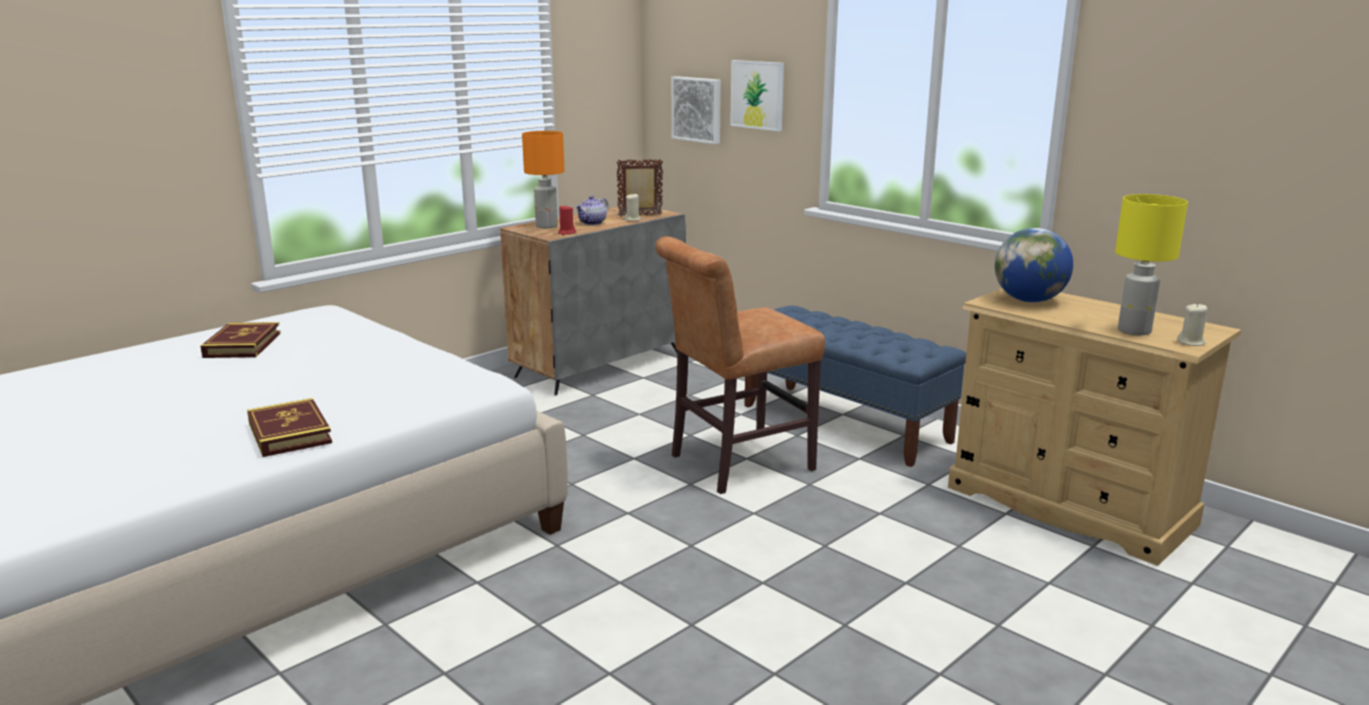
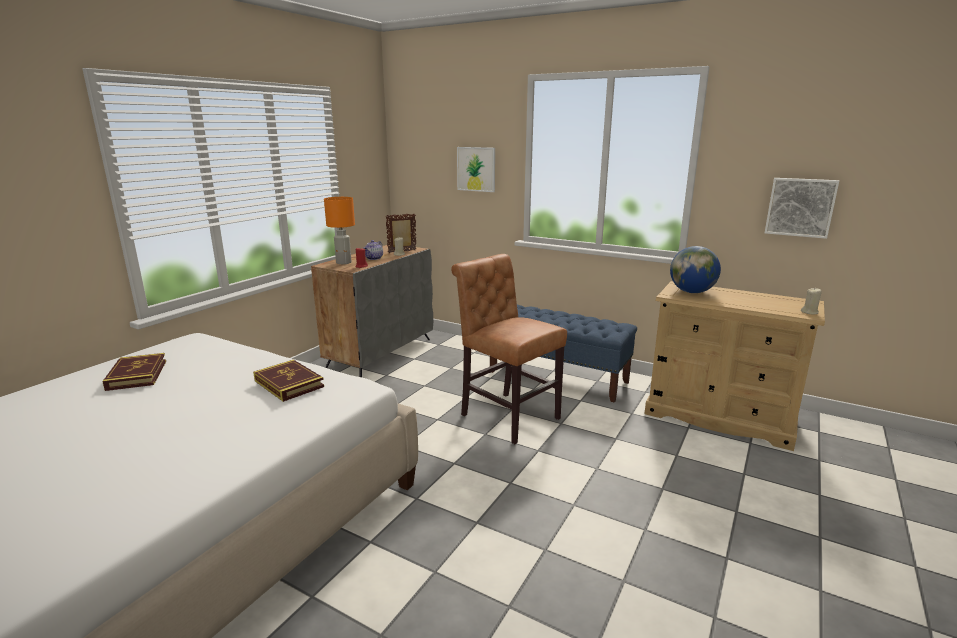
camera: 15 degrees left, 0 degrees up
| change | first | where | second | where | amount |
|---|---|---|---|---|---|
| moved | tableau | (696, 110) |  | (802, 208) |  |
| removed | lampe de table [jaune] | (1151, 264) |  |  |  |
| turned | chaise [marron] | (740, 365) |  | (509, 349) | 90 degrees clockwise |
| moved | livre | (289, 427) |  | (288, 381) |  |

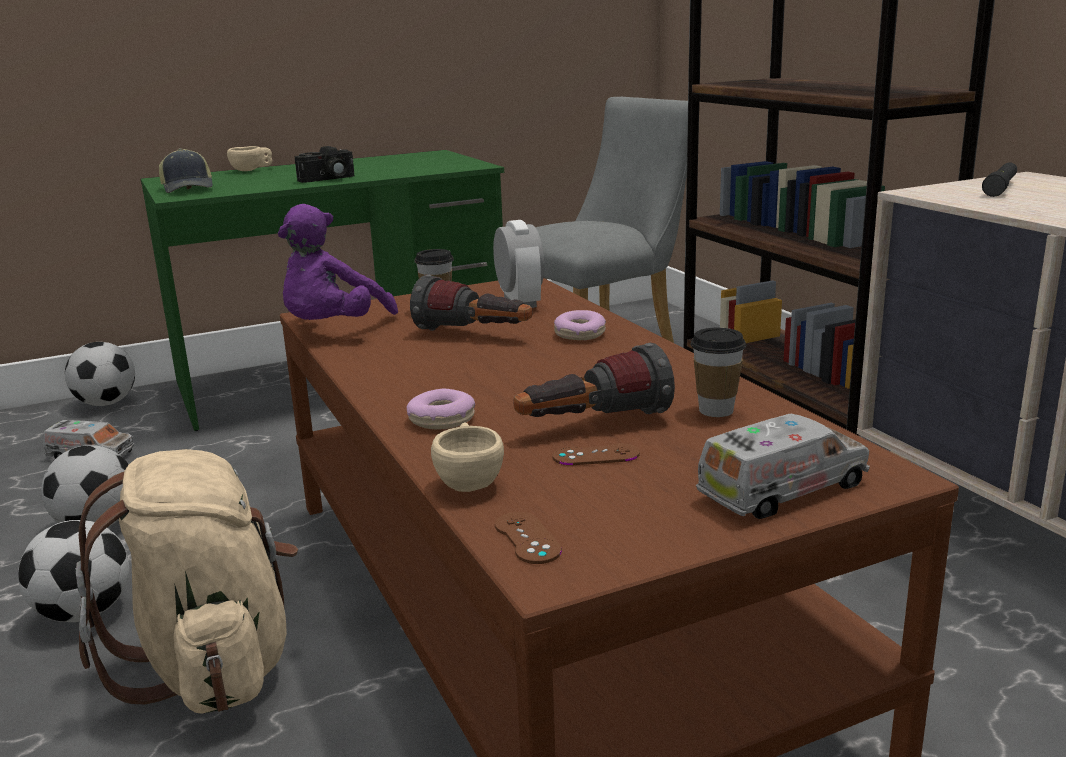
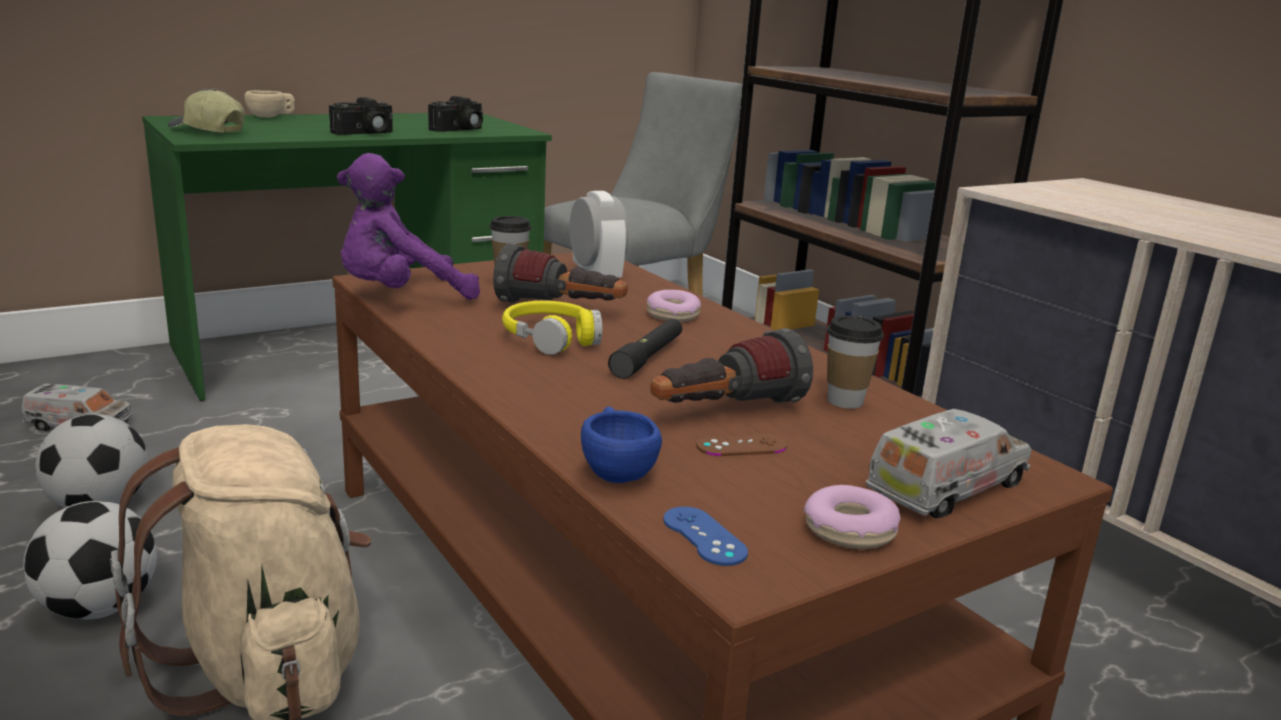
camera: 10 degrees left, 0 degrees up
| change | first | where | second | where | amount |
|---|---|---|---|---|---|
| turned | casquette | (186, 170) |  | (206, 111) | 150 degrees clockwise |
| moved | lampe de poche [noir] | (999, 179) |  | (645, 349) |  |
| turned | peluche [violet] | (338, 262) |  | (408, 226) | 45 degrees clockwise |
| removed | ballon de foot | (100, 374) |  |  |  |
| moved | beignet | (440, 409) |  | (852, 517) |  |
| recoloured | tasse [beige] | (467, 457) | tasse [bleu] | (621, 444) |  |
| recoloured | manette [marron] | (528, 538) | manette [bleu] | (705, 536) |  |
| added |  |  | appareil photo | (455, 114) |  |
| added |  |  | casque audio [jaune] | (552, 328) |  |

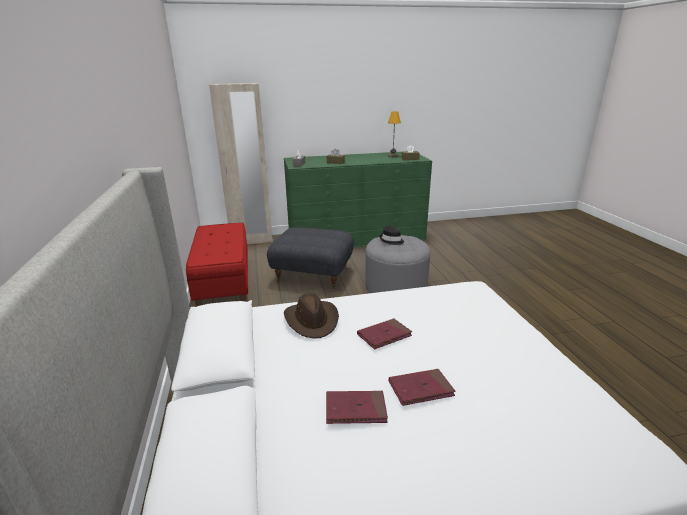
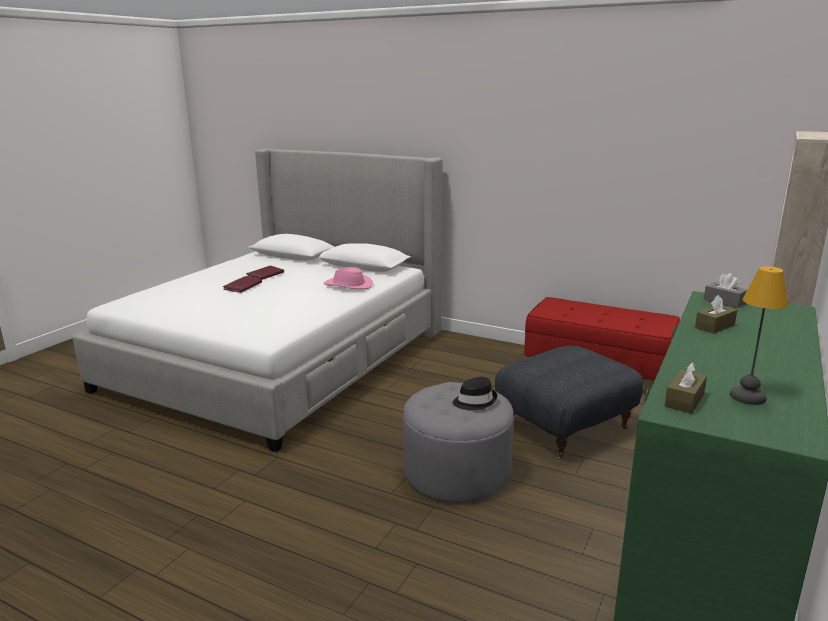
camera: 130 degrees right, 5 degrees down
| change | first | where | second | where | amount |
|---|---|---|---|---|---|
| recoloured | chapeau [marron] | (311, 315) | chapeau [rose] | (348, 278) |  |
| removed | livre [rouge] | (384, 333) |  |  |  |

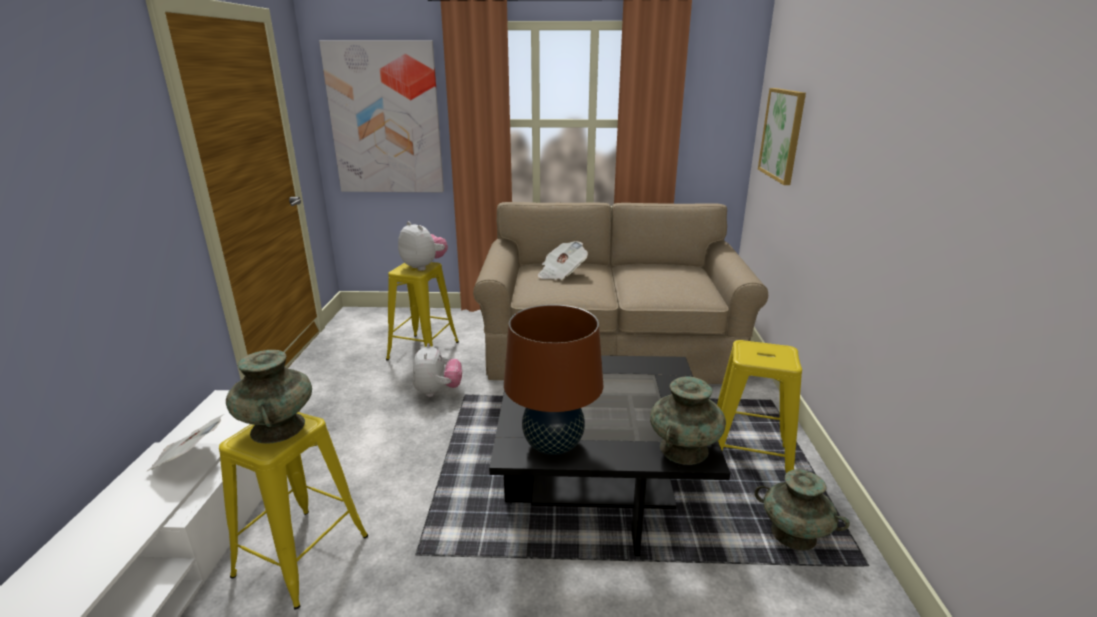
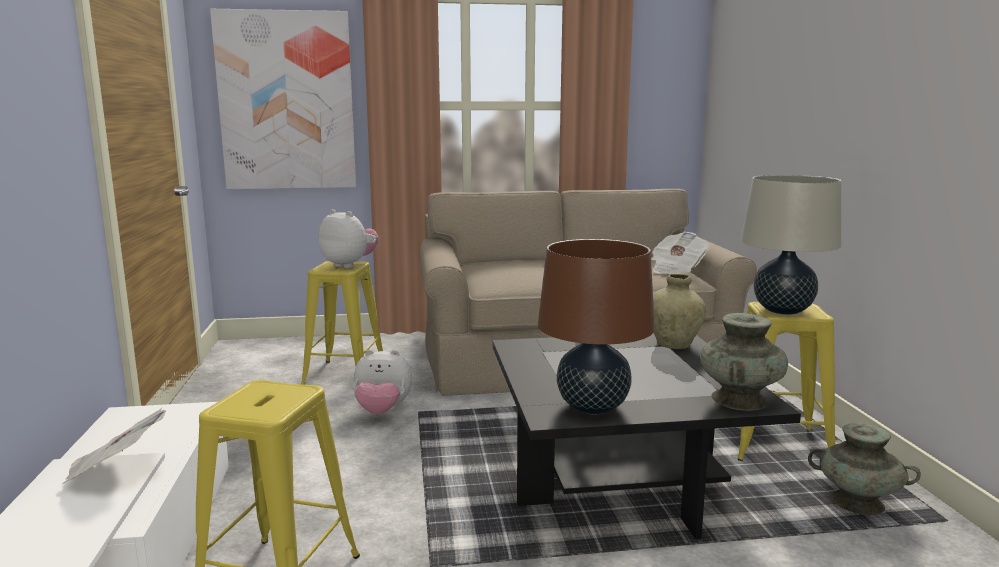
camera: 10 degrees left, 10 degrees down
| change | first | where | second | where | amount |
|---|---|---|---|---|---|
| removed | tableau | (782, 136) |  |  |  |
| moved | journal | (562, 260) |  | (680, 253) |  |
| turned | peluche | (437, 370) |  | (382, 382) | 105 degrees clockwise |
| removed | vase [turquoise] | (269, 397) |  |  |  |
| added |  |  | lampe de table [beige] | (791, 245) |  |
| added |  |  | vase [beige] | (679, 311) |  |

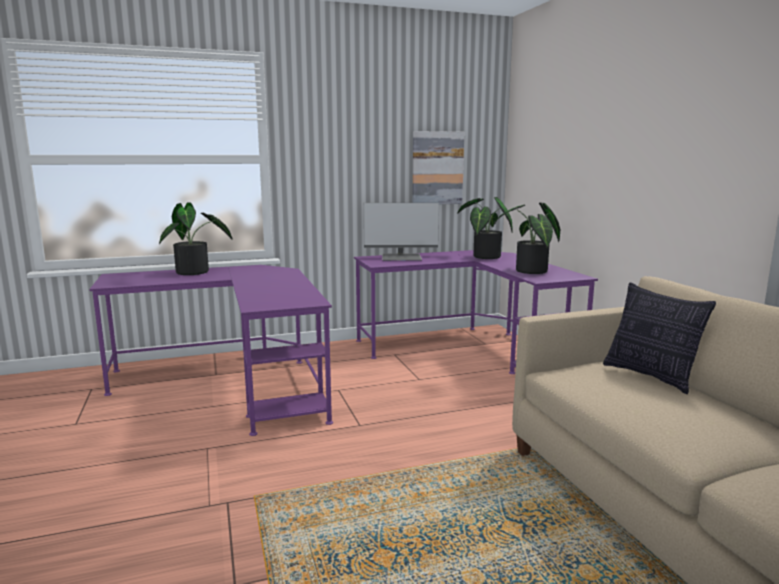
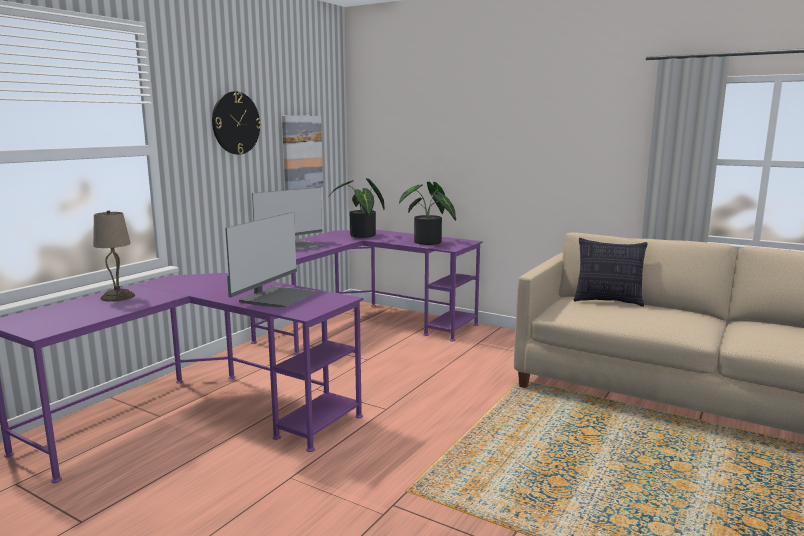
camera: 40 degrees left, 0 degrees up
| change | first | where | second | where | amount |
|---|---|---|---|---|---|
| replaced | plante en pot | (196, 239) | lampe de table [beige] | (114, 256) |  |
| added |  |  | horloge murale | (236, 123) |  |
| added |  |  | écran d'ordinateur | (271, 259) |  |

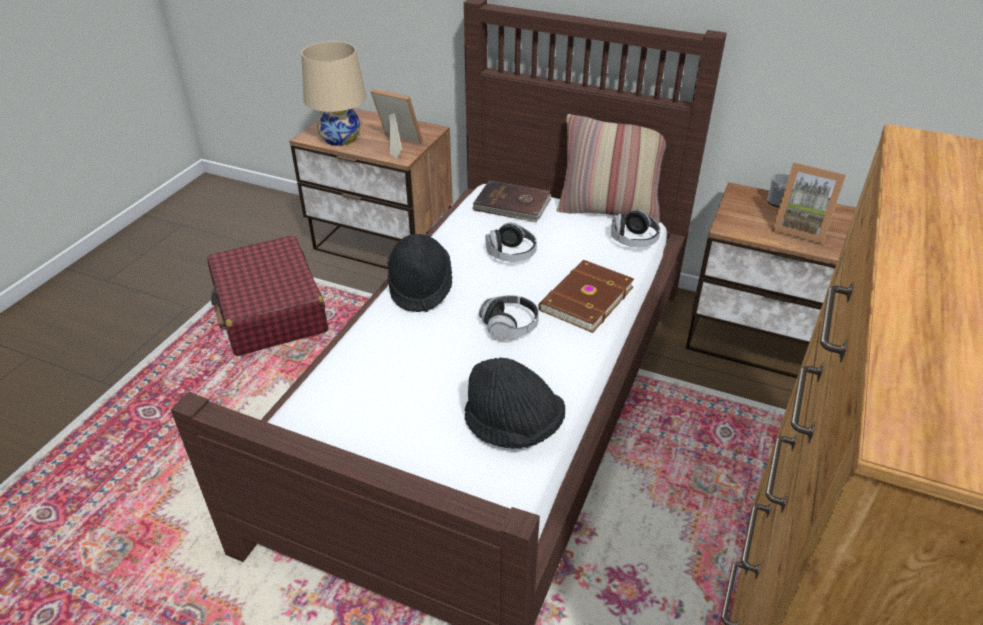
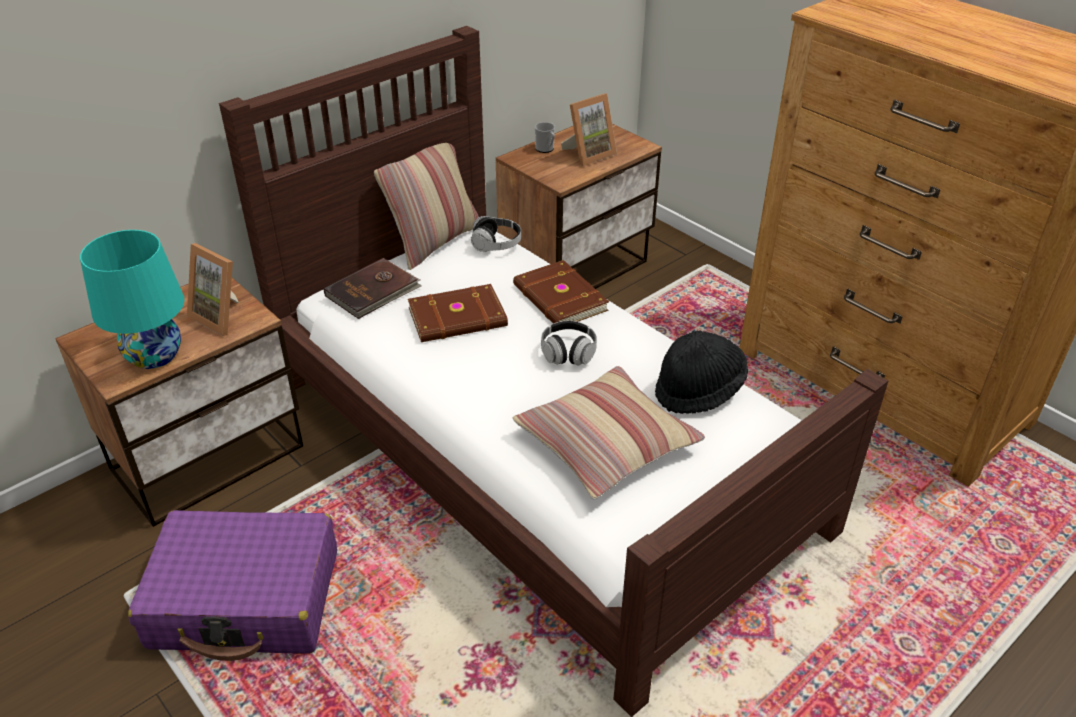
camera: 65 degrees left, 0 degrees up
| change | first | where | second | where | amount |
|---|---|---|---|---|---|
| recoloured | lampe de table [beige] | (333, 93) | lampe de table [turquoise] | (132, 299) |  |
| turned | cadre photo | (397, 124) |  | (213, 289) | 105 degrees counterclockwise |
| replaced | casque audio | (511, 242) | livre [marron] | (458, 313) |  |
| removed | chapeau [noir] | (420, 273) |  |  |  |
| recoloured | valise [rouge] | (267, 295) | valise [violet] | (232, 585) |  |
| added |  |  | coussin | (608, 432) |  |

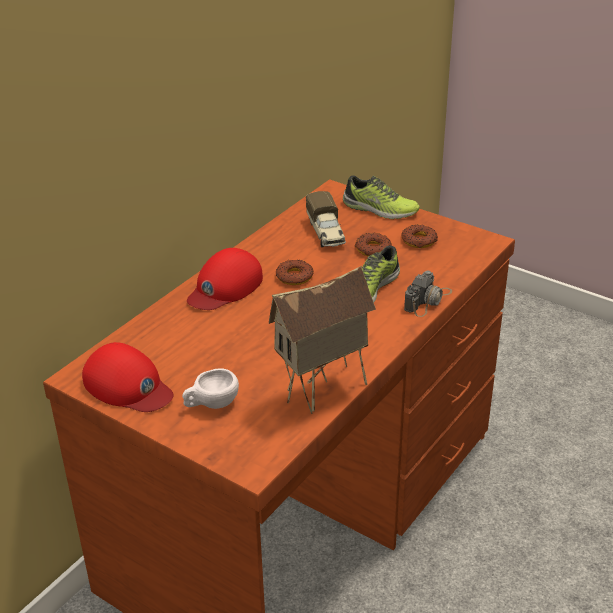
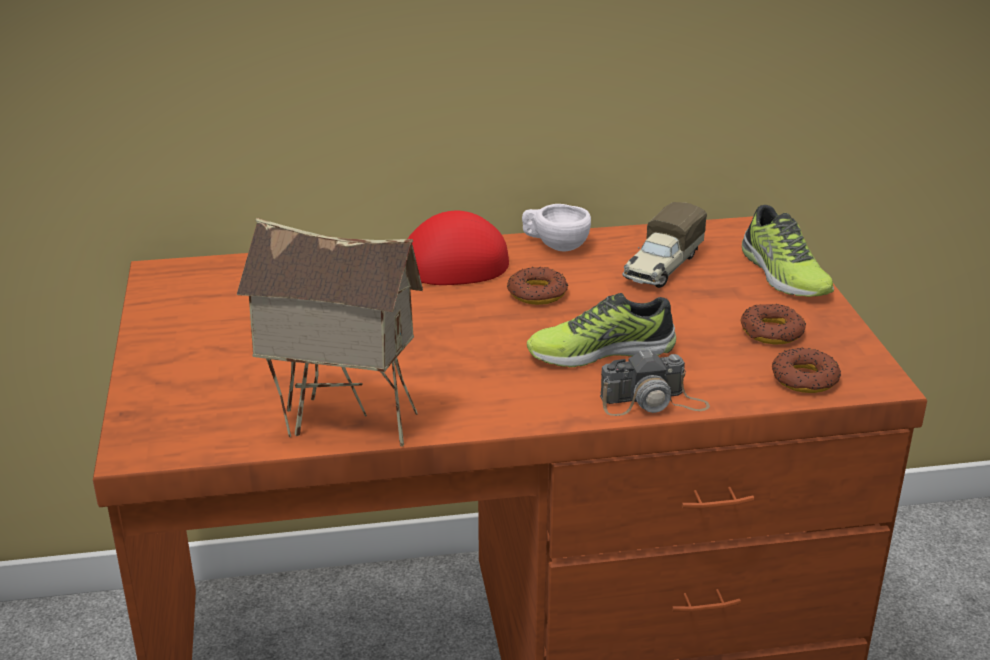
camera: 45 degrees right, 5 degrees down
| change | first | where | second | where | amount |
|---|---|---|---|---|---|
| moved | beignet | (373, 244) |  | (806, 370) |  |
| removed | casquette [rouge] | (128, 377) |  |  |  |
| moved | tasse [blanc] | (210, 388) |  | (556, 228) |  |

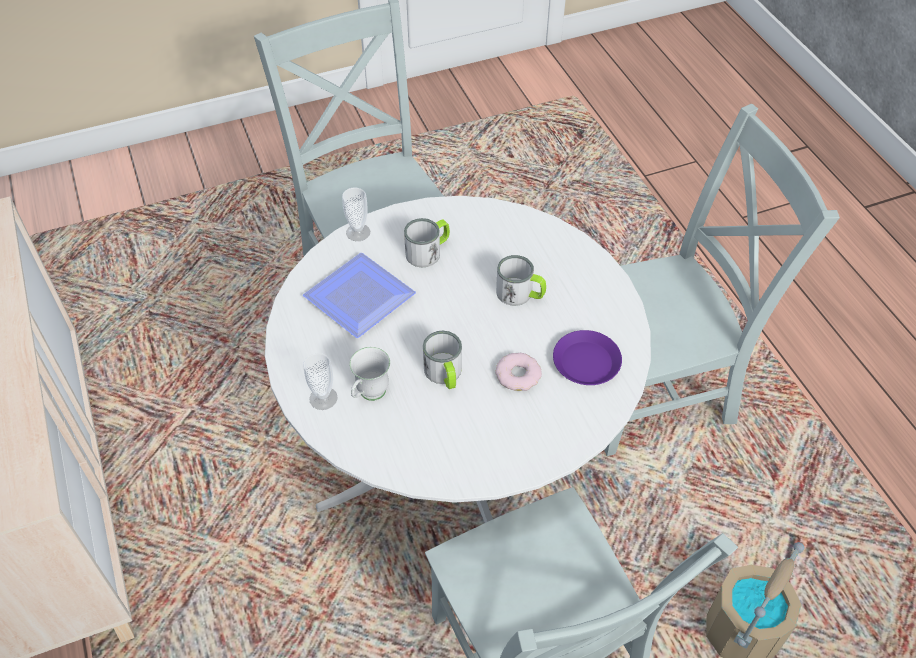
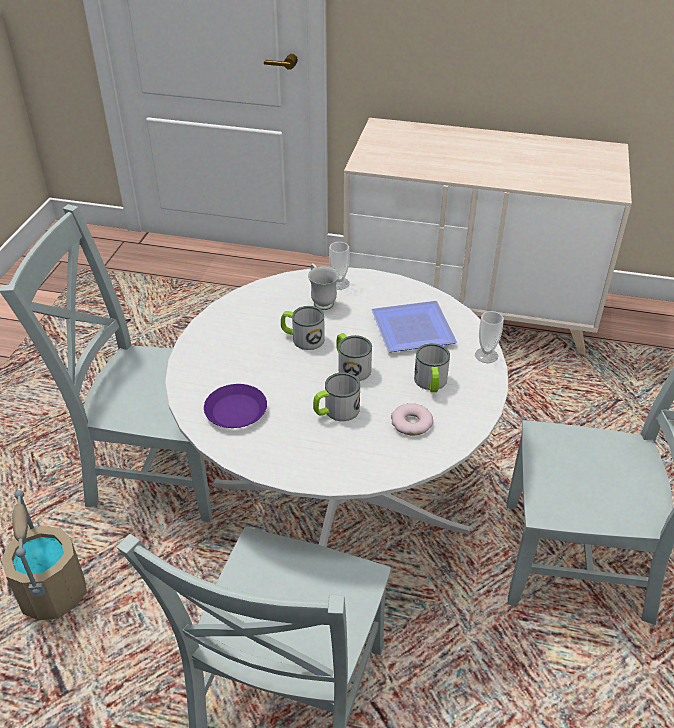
camera: 125 degrees right, 10 degrees down
| change | first | where | second | where | amount |
|---|---|---|---|---|---|
| moved | beignet | (518, 372) |  | (412, 419) |  |
| added |  |  | mug | (354, 357) |  |

